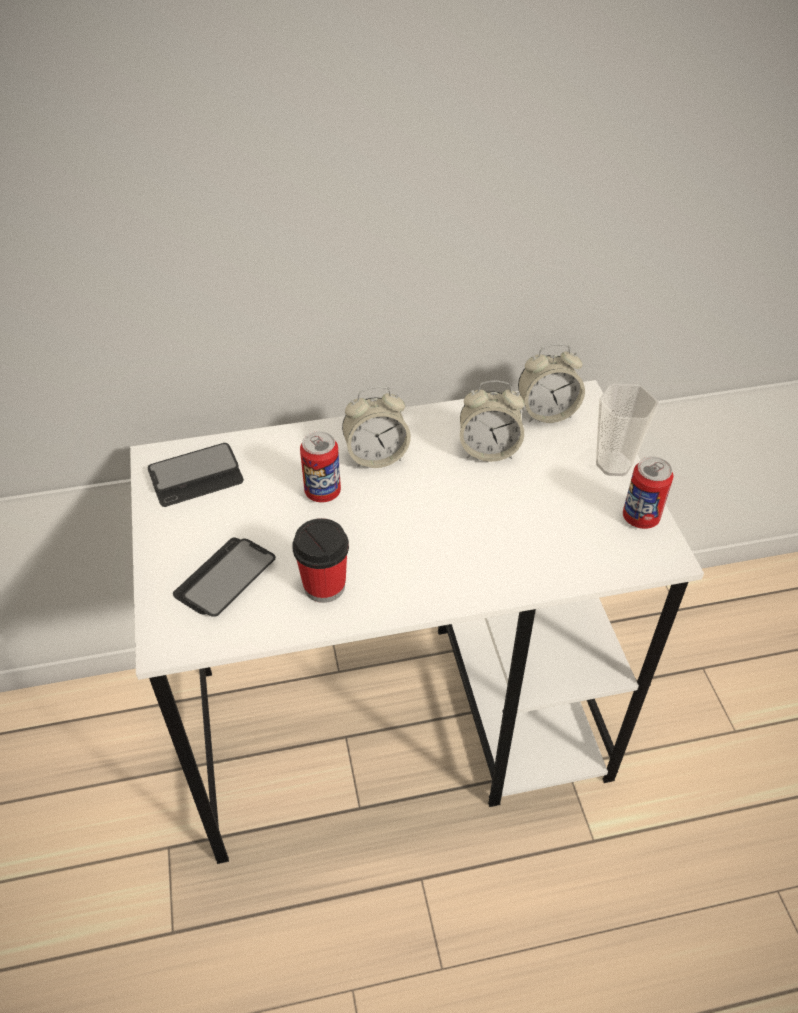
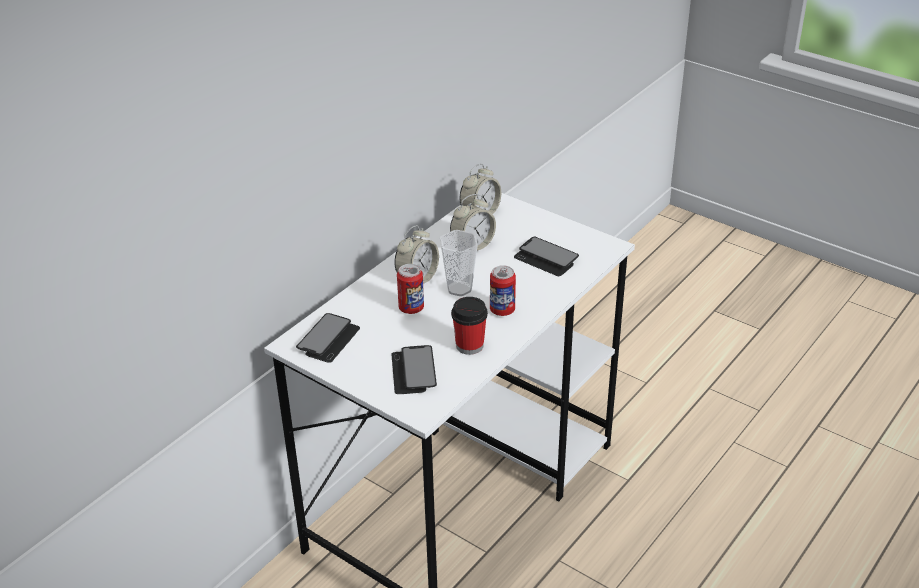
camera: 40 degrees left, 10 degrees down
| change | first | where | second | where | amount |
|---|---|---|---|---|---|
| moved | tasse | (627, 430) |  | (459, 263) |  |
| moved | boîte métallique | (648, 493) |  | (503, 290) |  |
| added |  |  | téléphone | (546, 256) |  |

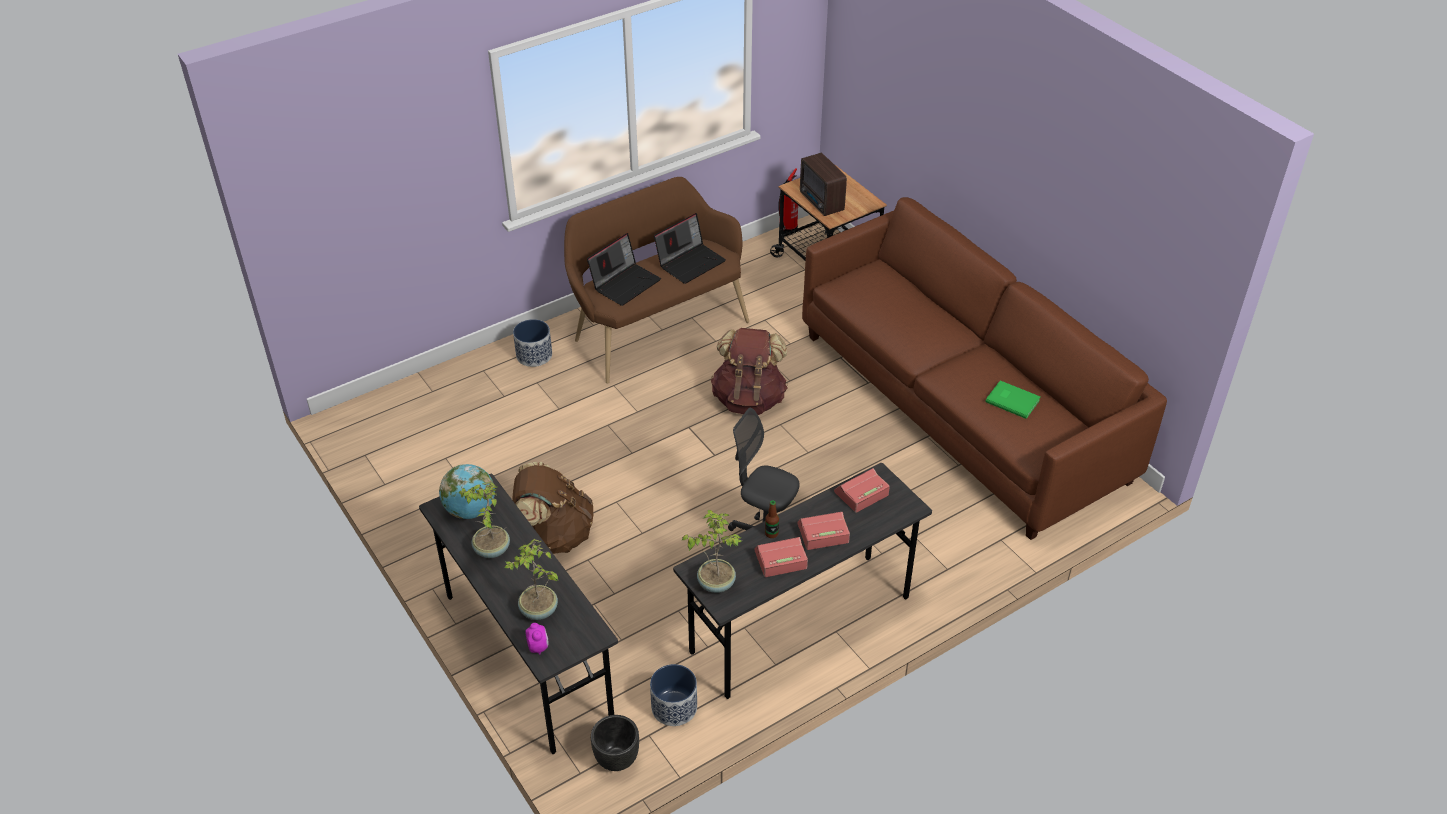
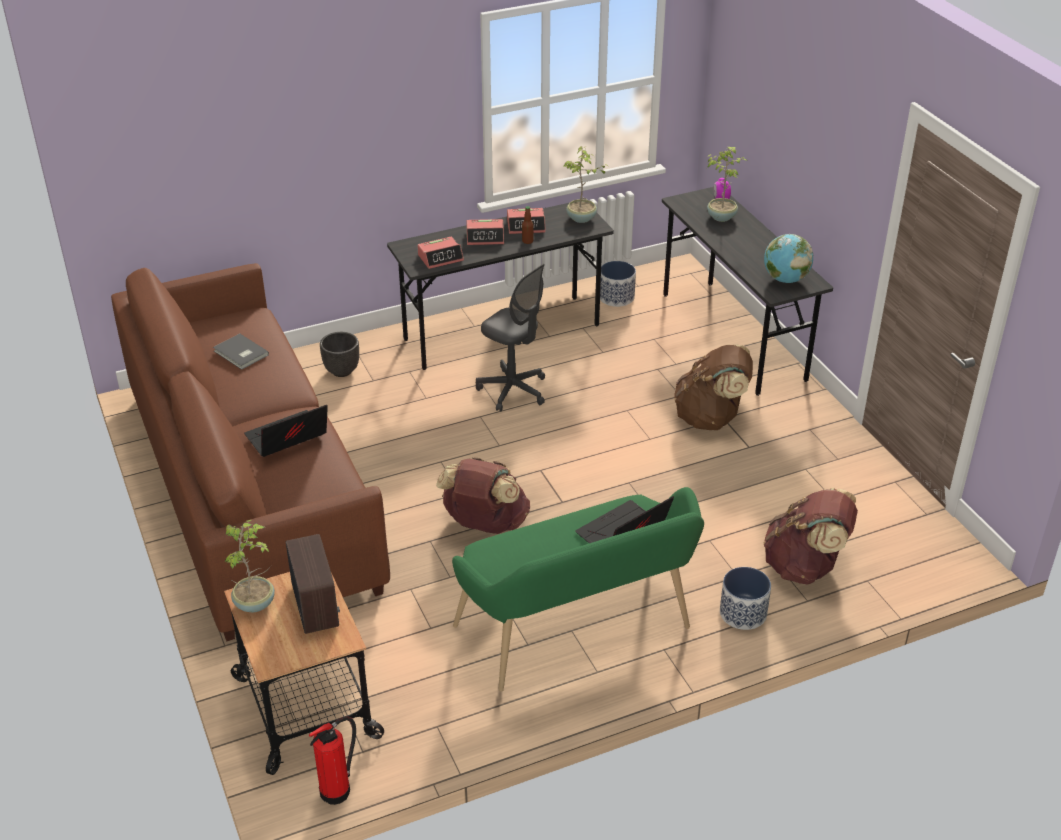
camera: 170 degrees left, 5 degrees down
| change | first | where | second | where | amount |
|---|---|---|---|---|---|
| recoloured | banc [marron] | (656, 280) | banc [vert] | (578, 589) |  |
| moved | ordinateur portable | (690, 248) |  | (286, 431) |  |
| recoloured | livre [vert] | (1013, 399) | livre [gris] | (241, 352) |  |
| moved | plante en pot | (484, 520) |  | (249, 566) |  |
| moved | cache-pot [noir] | (615, 743) |  | (339, 354) |  |
| added |  |  | sac à dos [marron] | (811, 536) |  |

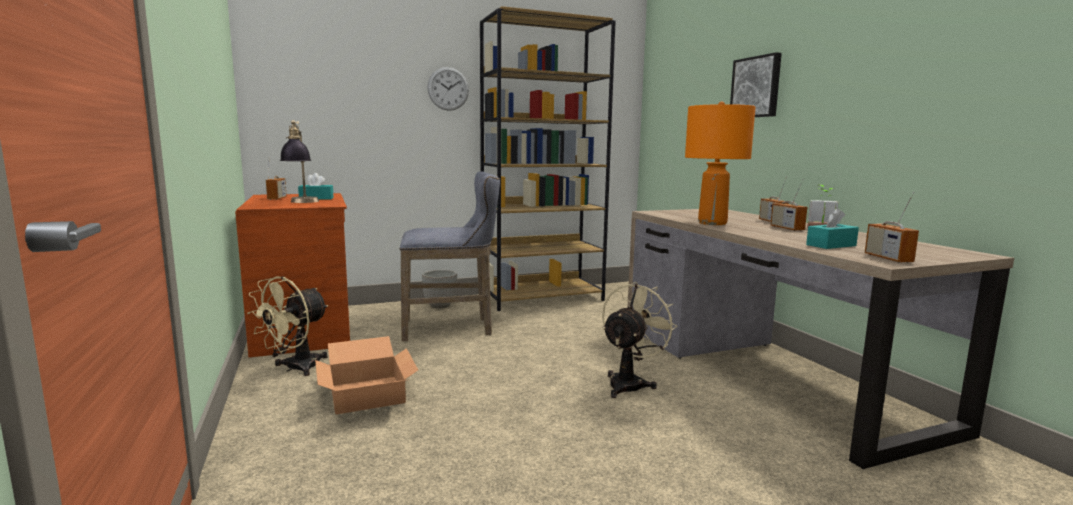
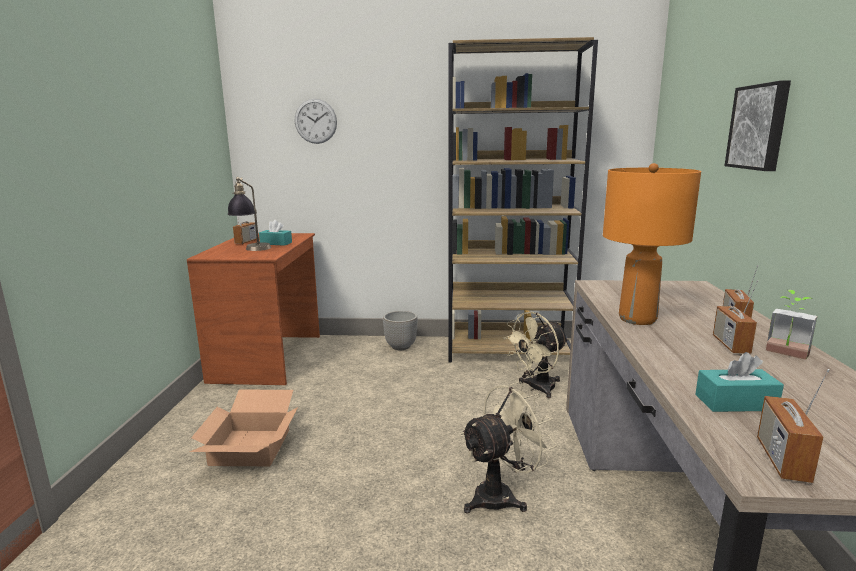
camera: 25 degrees right, 5 degrees up
| change | first | where | second | where | amount |
|---|---|---|---|---|---|
| moved | horloge murale | (448, 89) |  | (316, 121) |  |
| removed | tabouret [gris] | (450, 256) |  |  |  |
| moved | ventilateur [beige] | (288, 326) |  | (535, 354) |  |

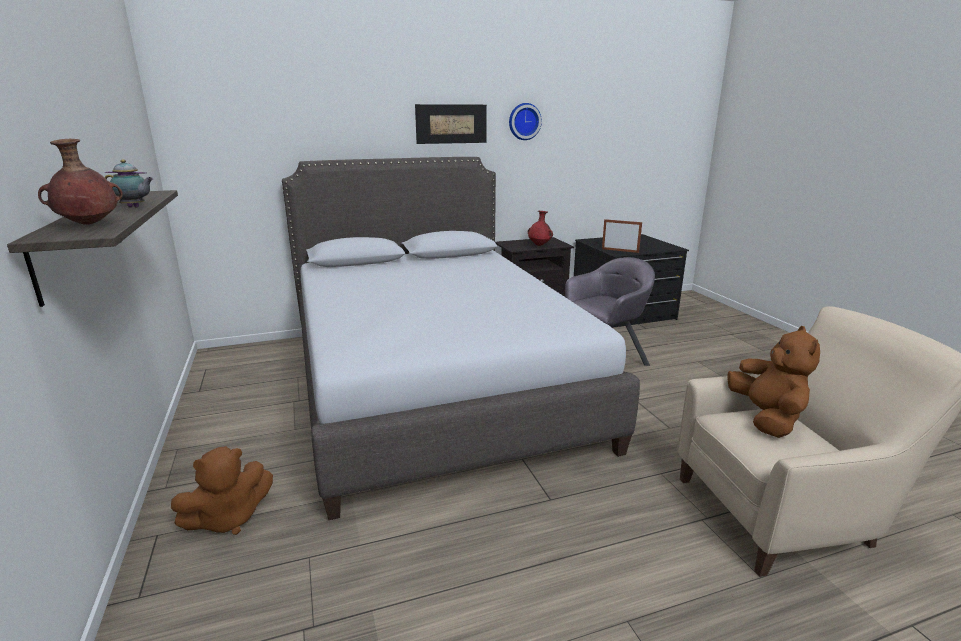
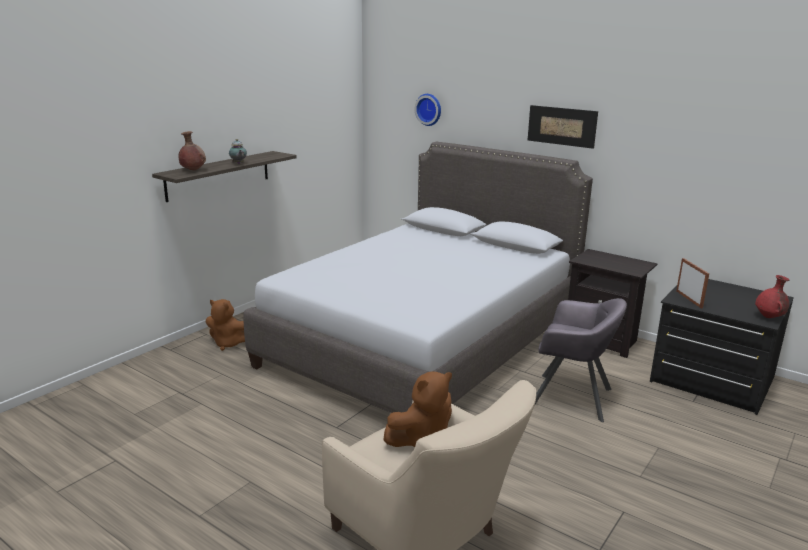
camera: 55 degrees right, 0 degrees up
| change | first | where | second | where | amount |
|---|---|---|---|---|---|
| moved | horloge murale | (525, 121) |  | (427, 110) |  |
| moved | vase [rouge] | (540, 228) |  | (772, 296) |  |

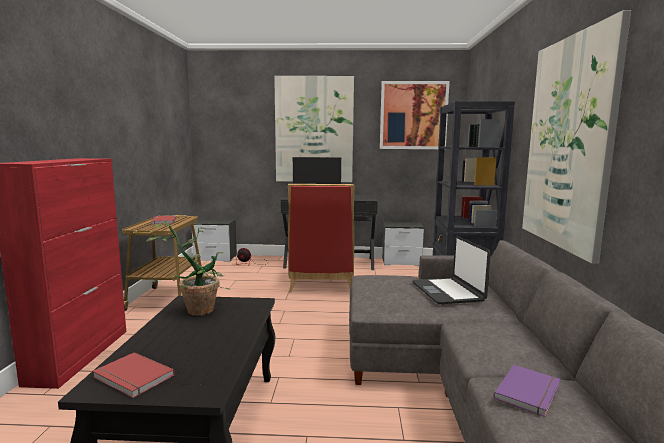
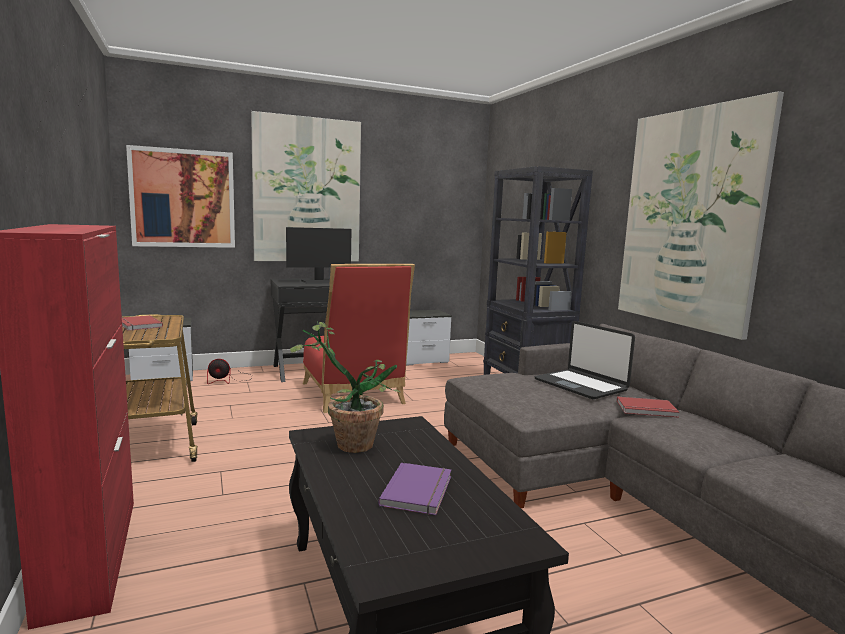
camera: 25 degrees left, 0 degrees up
| change | first | where | second | where | amount |
|---|---|---|---|---|---|
| moved | tableau | (415, 115) |  | (180, 196) |  |
| moved | livre [rouge] | (133, 375) |  | (648, 407) |  |
| moved | livre [violet] | (527, 391) |  | (414, 489) |  |

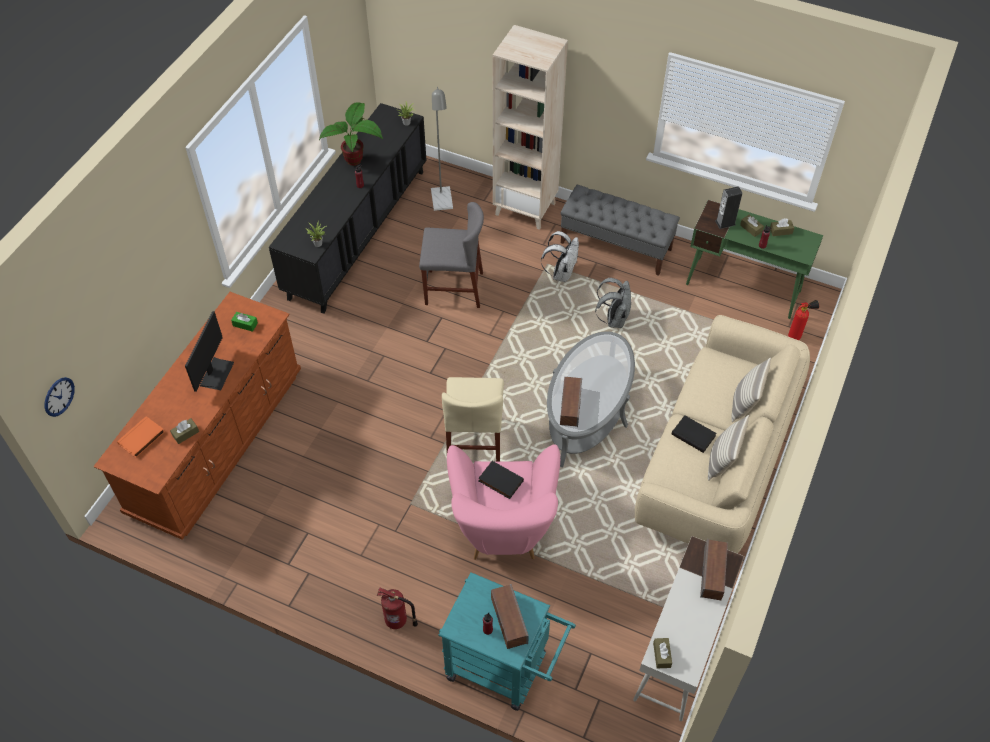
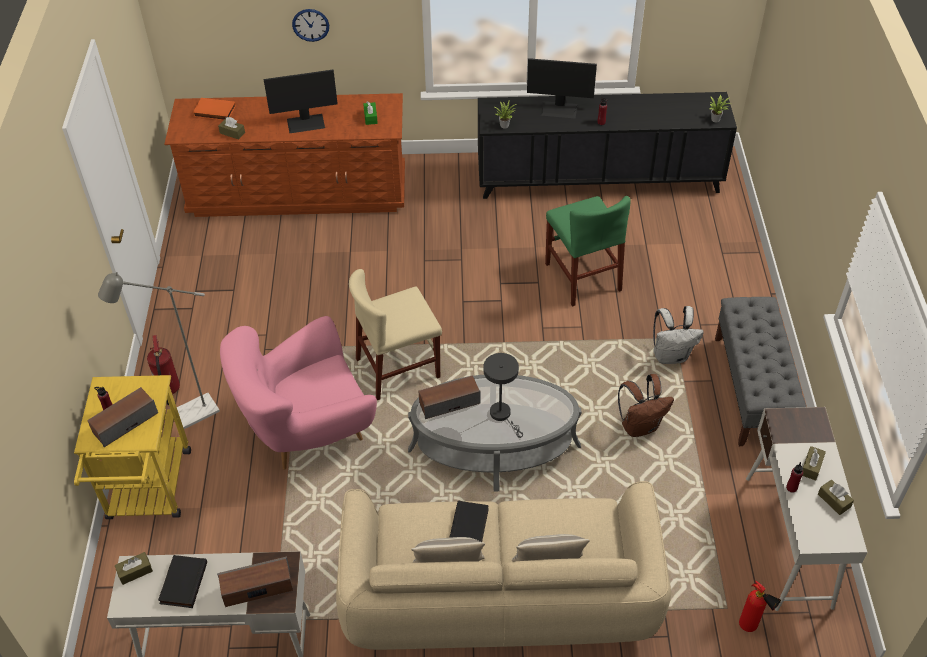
camera: 65 degrees right, 5 degrees down
| change | first | where | second | where | amount |
|---|---|---|---|---|---|
| removed | bibliothèque [beige] | (530, 127) |  |  |  |
| moved | lampadaire [gris] | (442, 149) |  | (159, 350) |  |
| removed | plante en pot | (351, 134) |  |  |  |
| removed | enceinte | (728, 207) |  |  |  |
| recoloured | bureau [vert] | (754, 259) | bureau [blanc] | (806, 509) |  |
| recoloured | chaise [gris] | (451, 255) | chaise [vert] | (588, 251) |  |
| recoloured | sac à dos [gris] | (613, 303) | sac à dos [marron] | (646, 405) |  |
| moved | horloge murale | (60, 397) |  | (310, 25) |  |
| moved | livre [noir] | (501, 480) |  | (182, 581) |  |
| recoloured | chariot [turquoise] | (507, 641) | chariot [jaune] | (132, 447) |  |
| added |  |  | écran d'ordinateur | (562, 88) |  |
| added |  |  | lampe de table [gris] | (503, 395) |  |

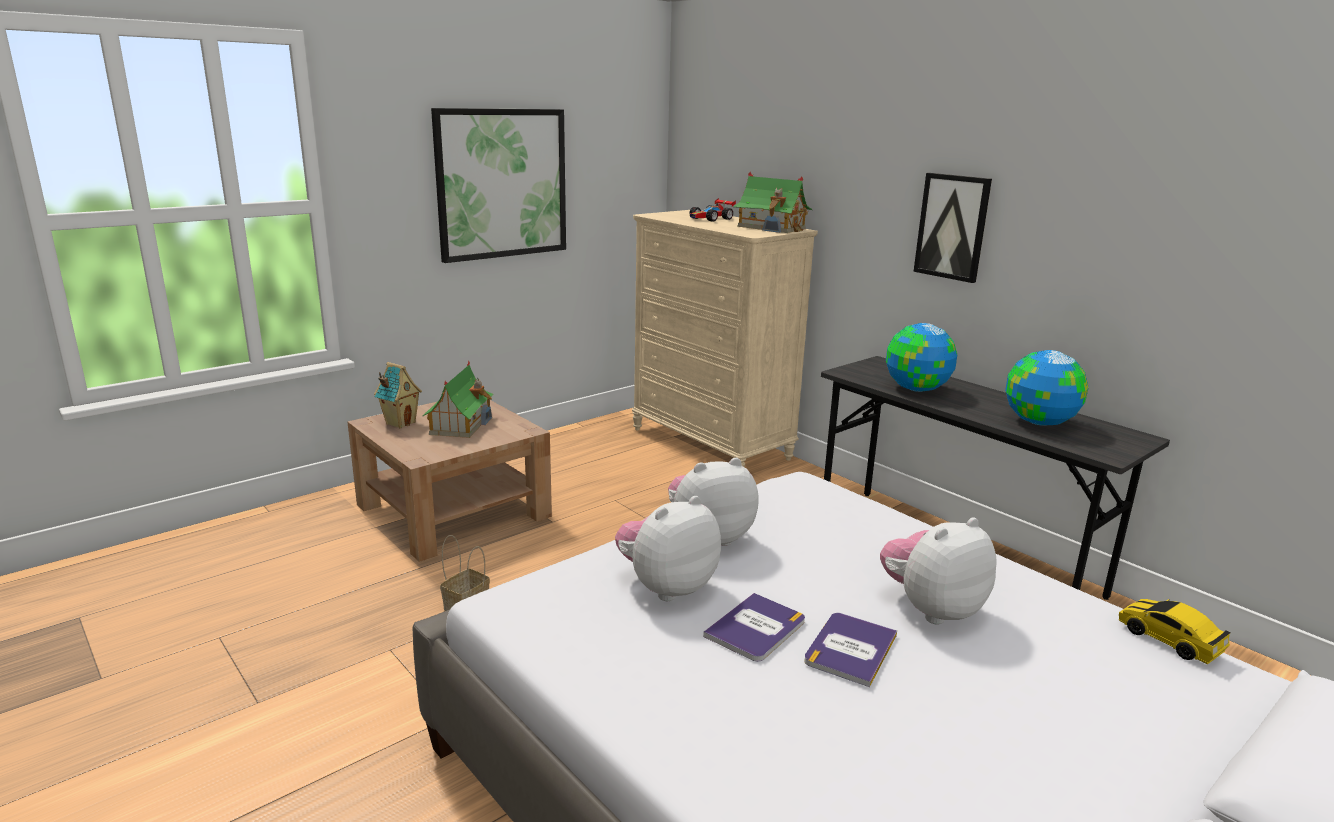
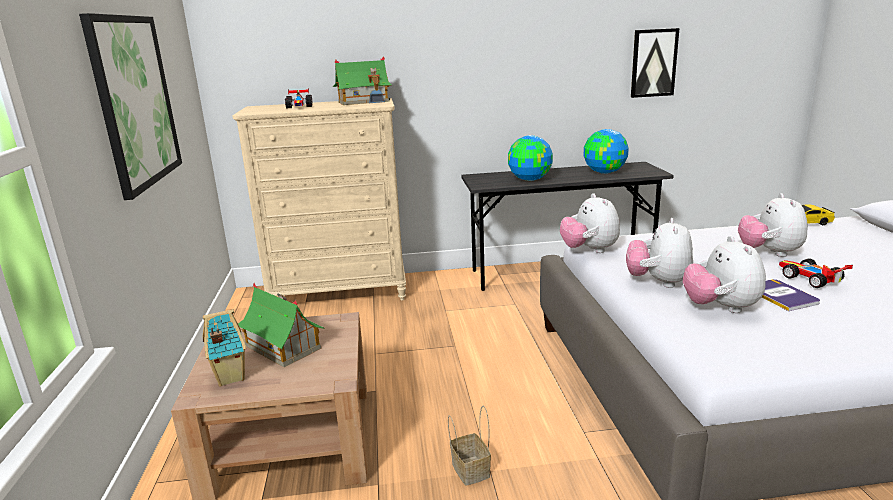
camera: 55 degrees left, 0 degrees up
| change | first | where | second | where | amount |
|---|---|---|---|---|---|
| moved | tableau | (952, 228) |  | (655, 63) |  |
| replaced | livre | (850, 650) | petite voiture | (816, 273) |  |
| added |  |  | peluche | (590, 223) |  |

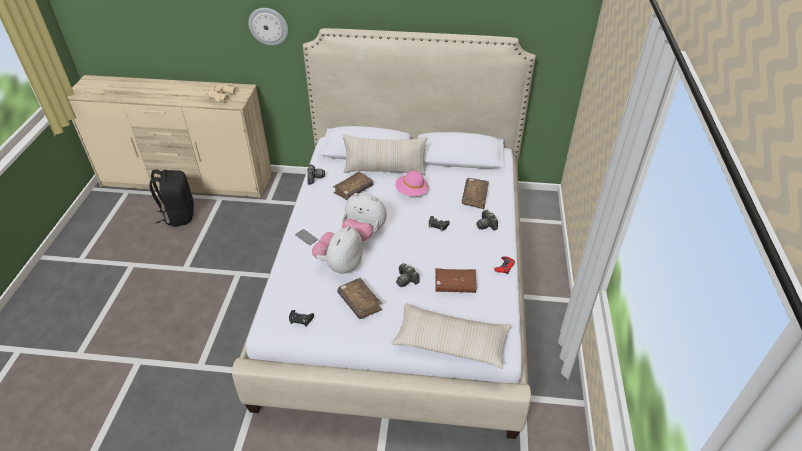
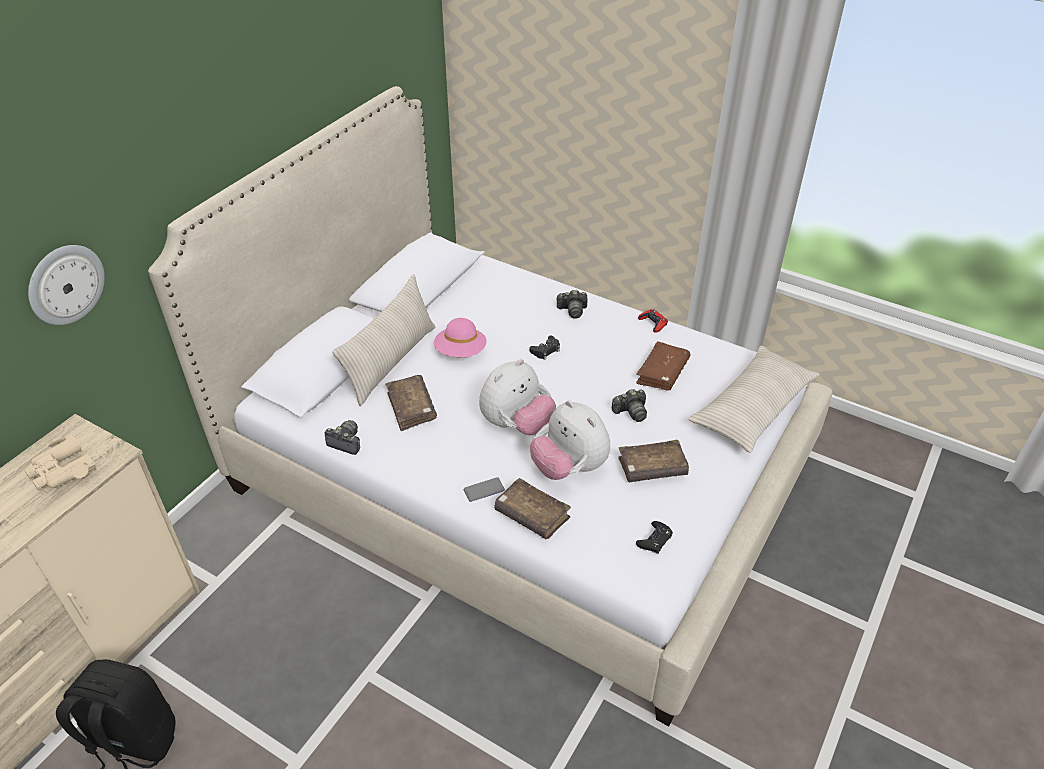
camera: 65 degrees left, 0 degrees up
| change | first | where | second | where | amount |
|---|---|---|---|---|---|
| moved | livre [marron] | (475, 193) |  | (532, 508) |  |

